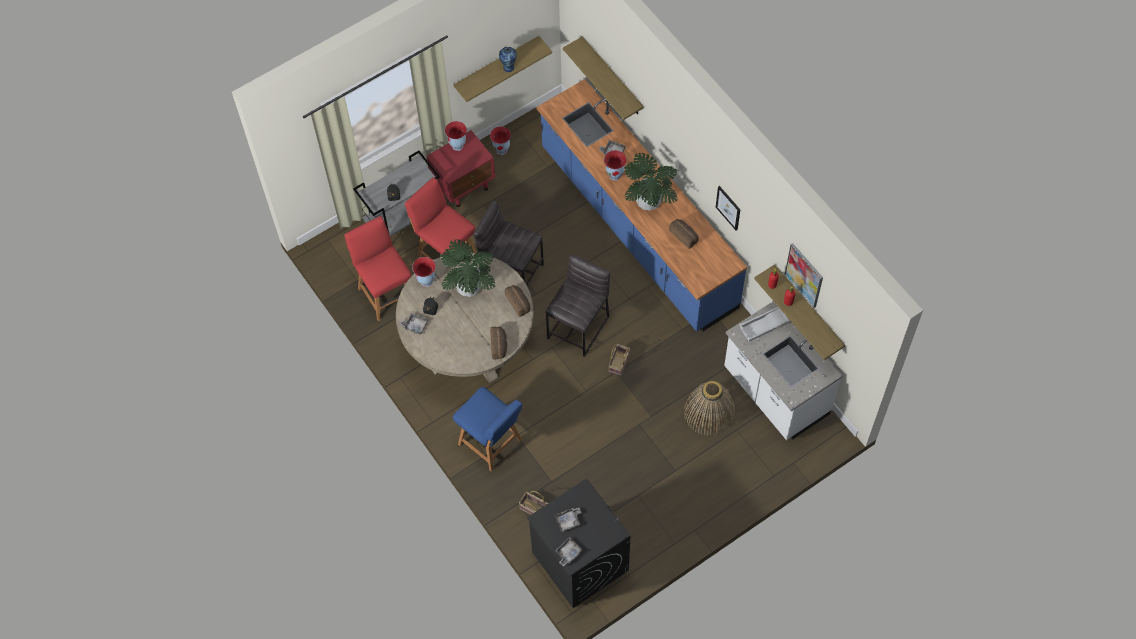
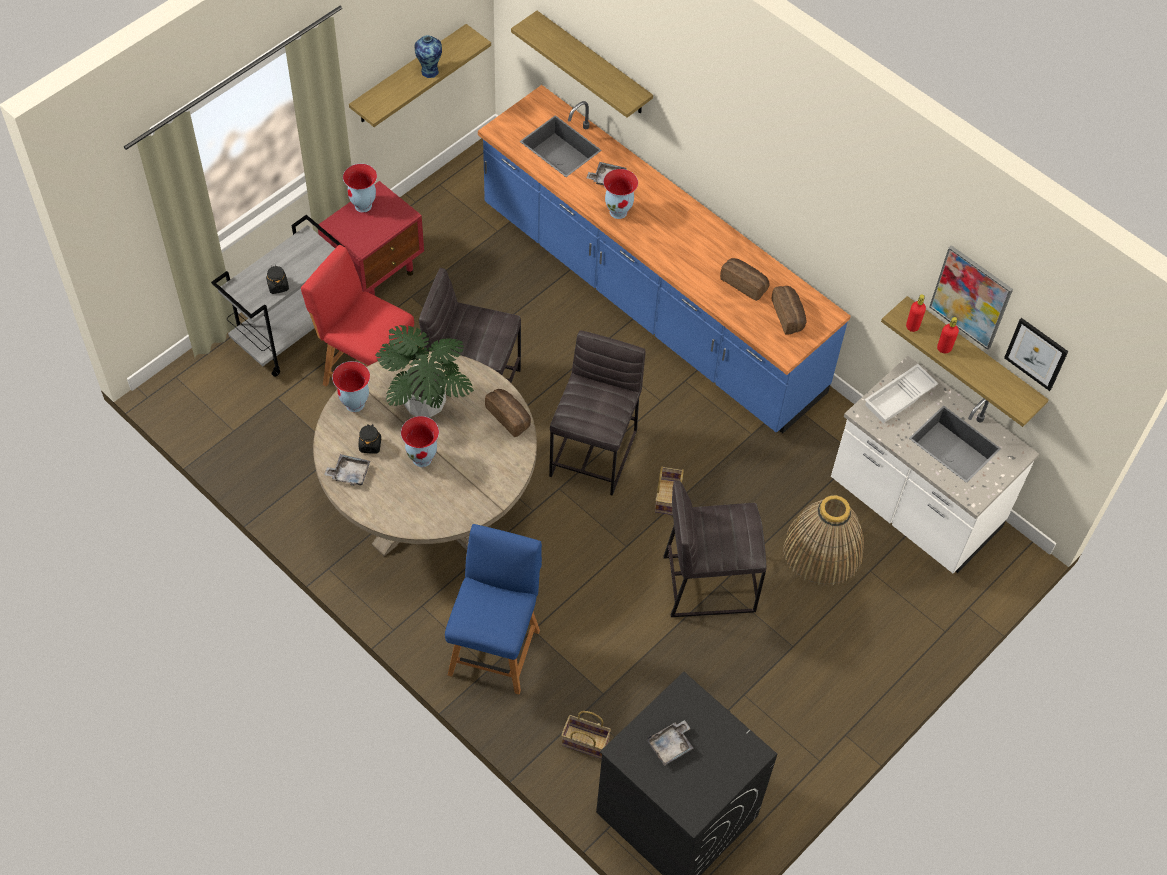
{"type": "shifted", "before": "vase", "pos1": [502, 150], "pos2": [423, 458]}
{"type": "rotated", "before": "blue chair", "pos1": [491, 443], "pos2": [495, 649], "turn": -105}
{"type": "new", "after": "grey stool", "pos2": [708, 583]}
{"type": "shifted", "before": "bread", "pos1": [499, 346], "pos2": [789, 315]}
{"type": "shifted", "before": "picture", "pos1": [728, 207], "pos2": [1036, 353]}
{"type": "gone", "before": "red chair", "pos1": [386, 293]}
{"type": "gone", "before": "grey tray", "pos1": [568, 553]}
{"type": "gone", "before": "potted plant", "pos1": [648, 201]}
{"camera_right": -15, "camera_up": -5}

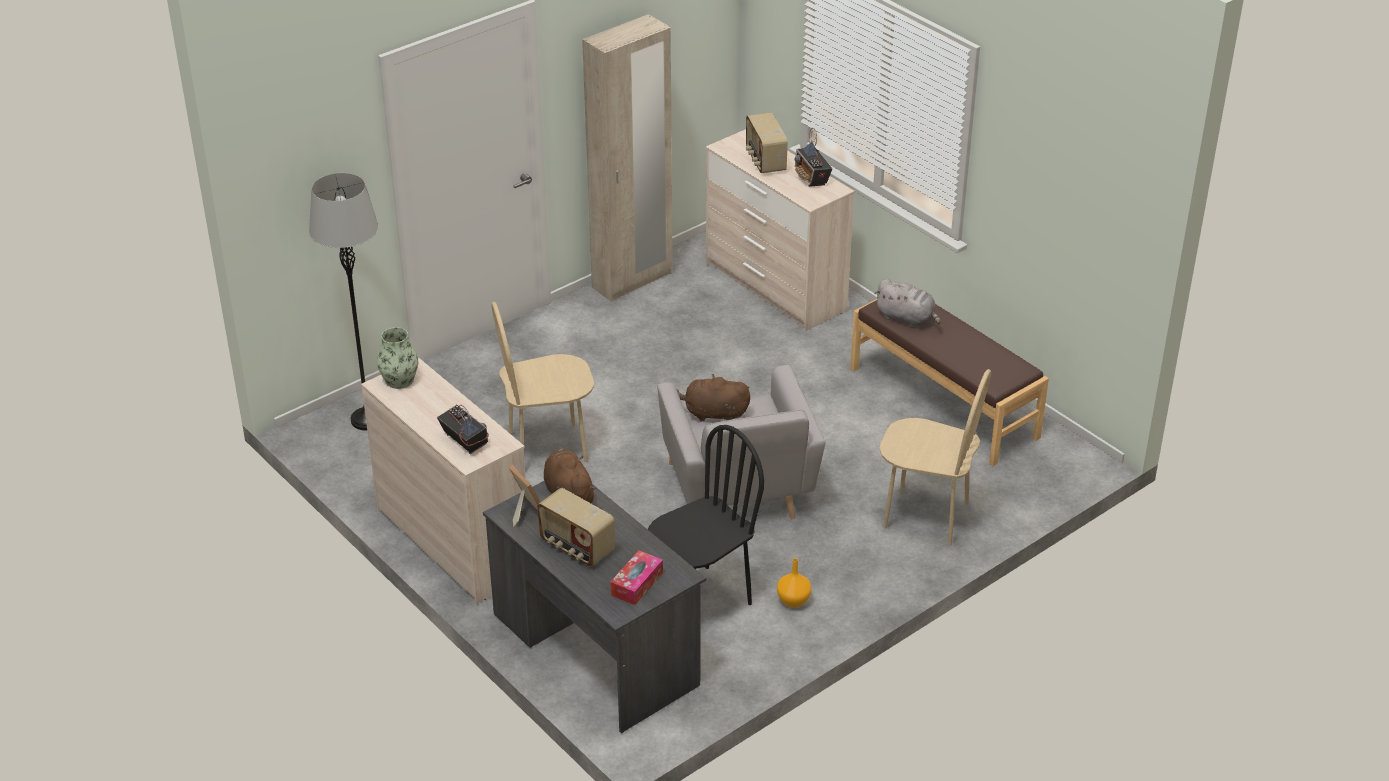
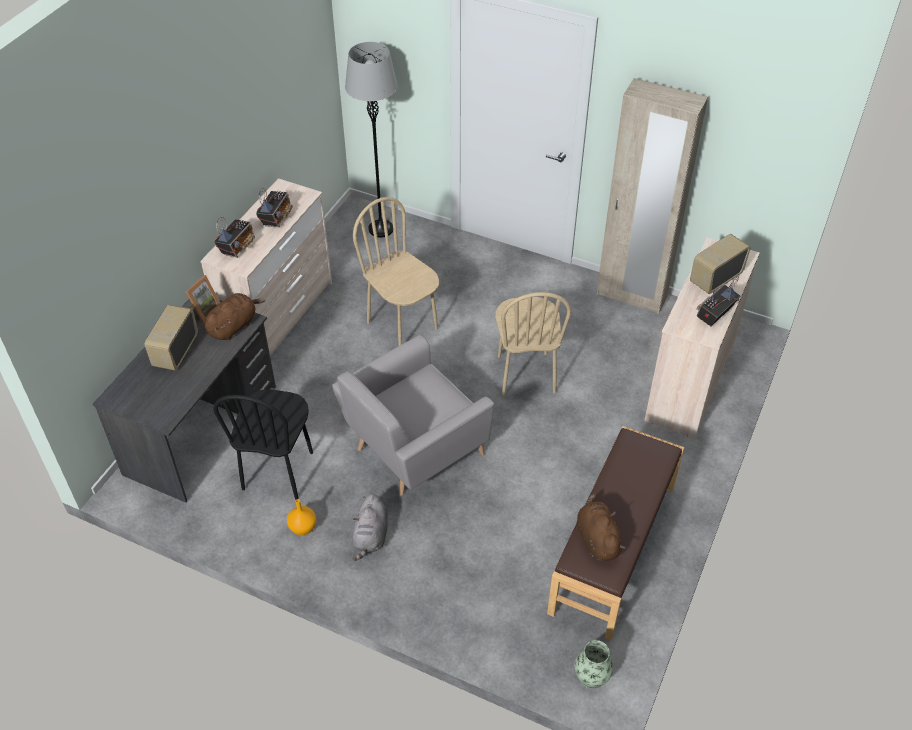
{"type": "rotated", "before": "black chair", "pos1": [701, 600], "pos2": [278, 471], "turn": 75}
{"type": "new", "after": "radio", "pos2": [276, 217]}
{"type": "shifted", "before": "grey plush toy", "pos1": [907, 318], "pos2": [371, 536]}
{"type": "shifted", "before": "beige chair", "pos1": [925, 516], "pos2": [525, 374]}
{"type": "shifted", "before": "vase", "pos1": [399, 380], "pos2": [591, 676]}
{"type": "shifted", "before": "brown plush toy", "pos1": [713, 414], "pos2": [597, 539]}
{"type": "gone", "before": "tissue box", "pos1": [637, 584]}
{"camera_right": 65, "camera_up": 10}

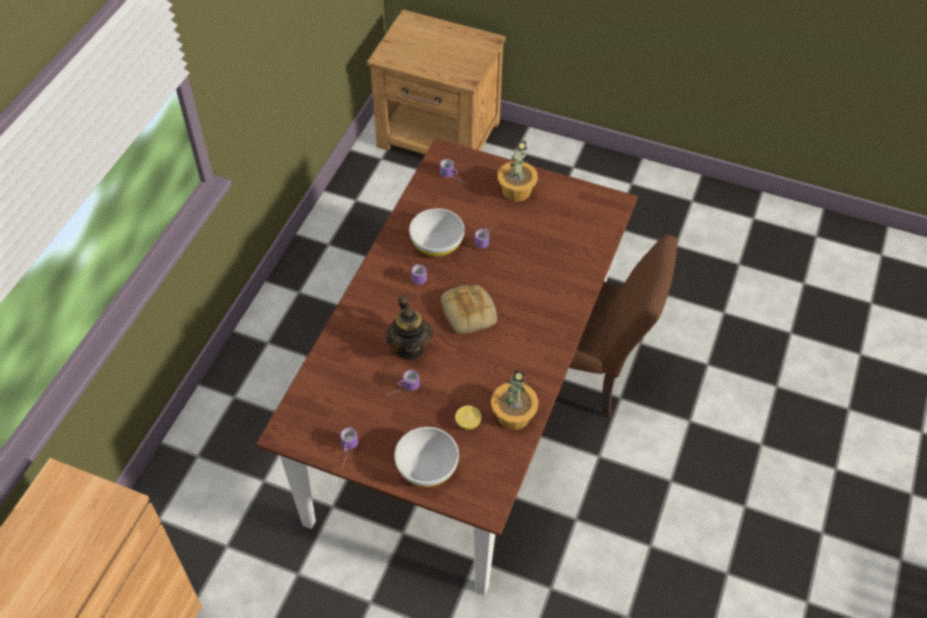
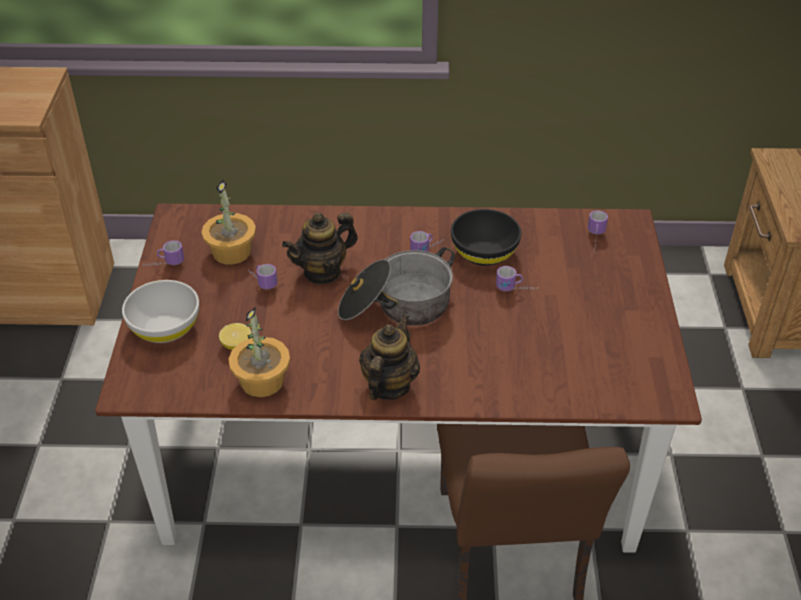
{"type": "shifted", "before": "potted plant", "pos1": [516, 190], "pos2": [232, 252]}
{"type": "swapped", "before": "bread", "after": "cooking pot", "pos1": [470, 313], "pos2": [396, 306]}
{"type": "new", "after": "teapot", "pos2": [388, 385]}
{"type": "repainted", "before": "white bowl", "after": "black bowl", "pos1": [437, 244], "pos2": [484, 253]}
{"camera_right": 70, "camera_up": -10}

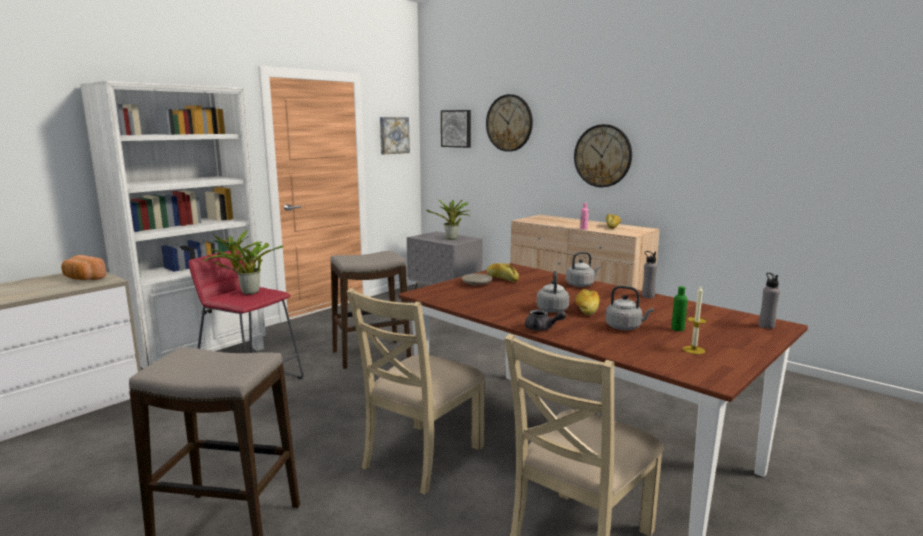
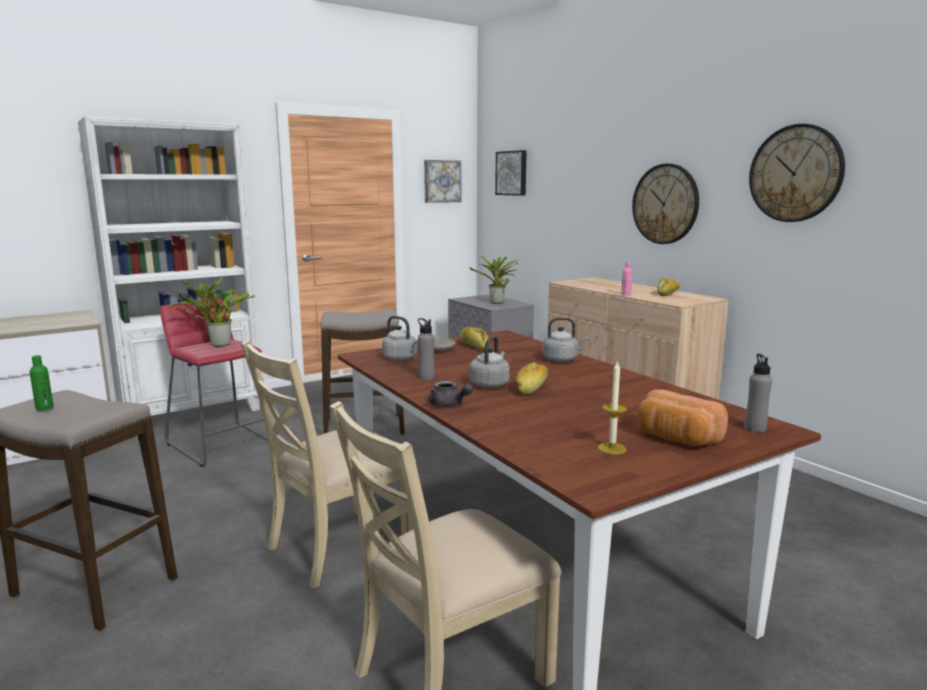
{"type": "shifted", "before": "green bottle", "pos1": [677, 329], "pos2": [44, 408]}
{"type": "shifted", "before": "grey kettle", "pos1": [625, 327], "pos2": [401, 358]}
{"type": "shifted", "before": "grey bottle", "pos1": [648, 296], "pos2": [426, 377]}
{"type": "shifted", "before": "bread", "pos1": [83, 279], "pos2": [676, 439]}
{"type": "shifted", "before": "wall clock", "pos1": [509, 123], "pos2": [795, 173]}
{"camera_right": 15, "camera_up": 0}

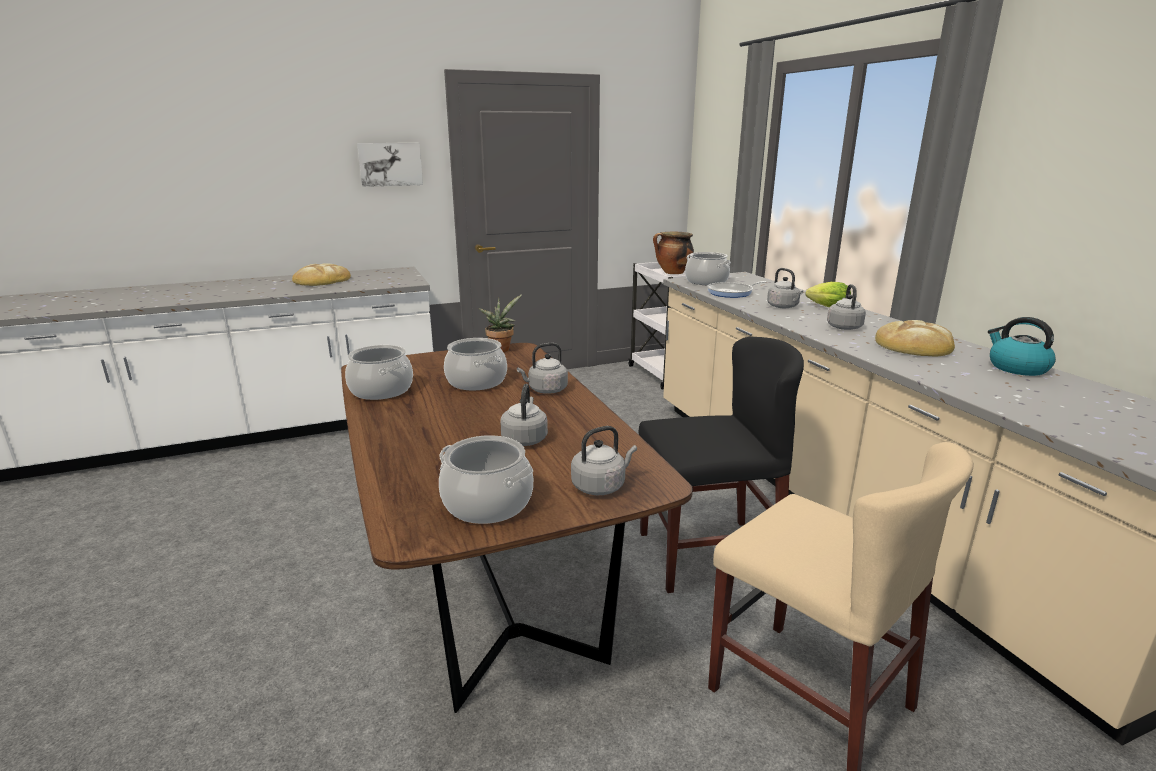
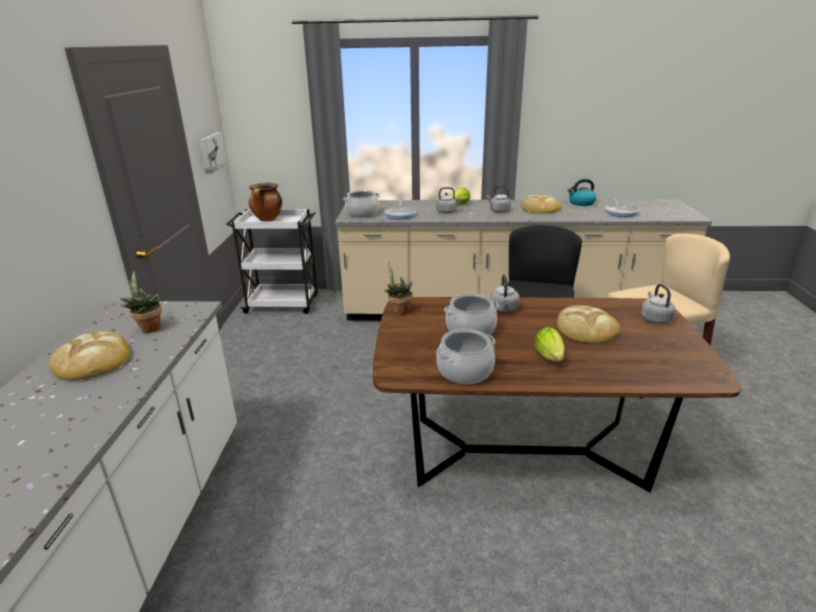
{"type": "new", "after": "potted plant", "pos2": [149, 328]}
{"type": "shifted", "before": "picture", "pos1": [390, 164], "pos2": [211, 152]}
{"type": "new", "after": "lettuce", "pos2": [550, 358]}
{"type": "swapped", "before": "grey kettle", "after": "bread", "pos1": [525, 438], "pos2": [586, 328]}
{"type": "new", "after": "frying pan", "pos2": [620, 212]}
{"type": "gone", "before": "cooking pot", "pos1": [487, 503]}
{"camera_right": -65, "camera_up": 5}

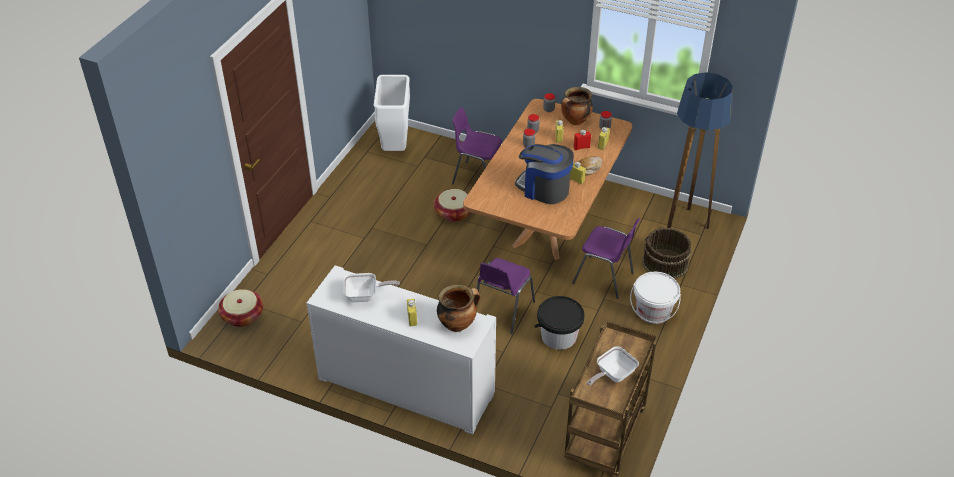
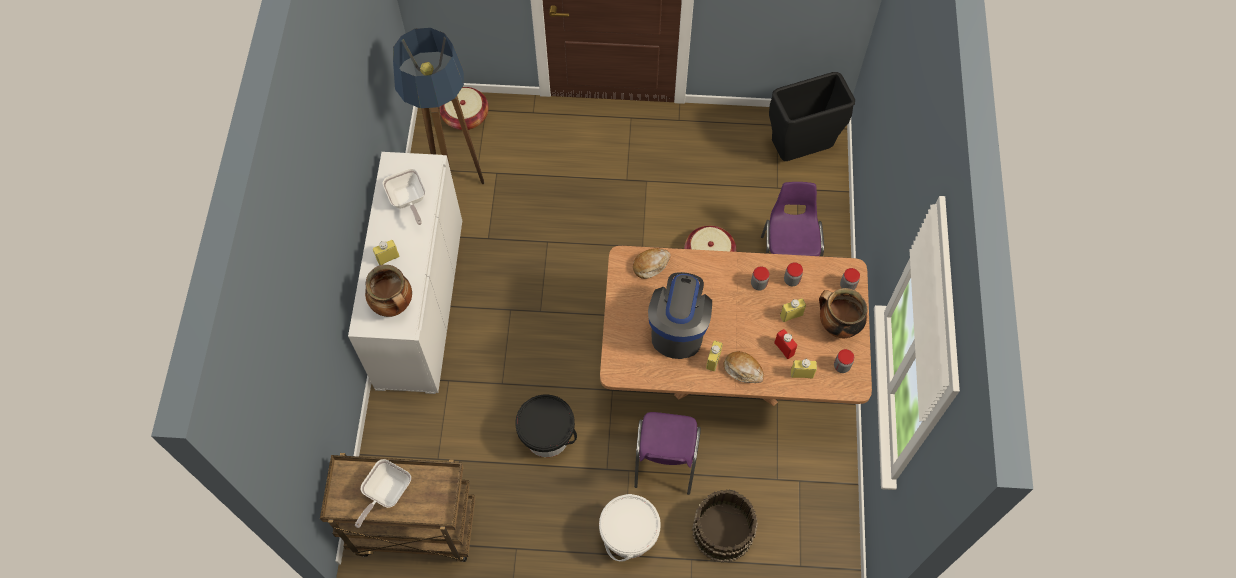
{"type": "rotated", "before": "frying pan", "pos1": [612, 375], "pos2": [386, 493], "turn": -90}
{"type": "shifted", "before": "floor lamp", "pos1": [684, 224], "pos2": [454, 183]}
{"type": "new", "after": "bread", "pos2": [650, 265]}
{"type": "repainted", "before": "white trash can", "after": "black trash can", "pos1": [396, 147], "pos2": [800, 152]}
{"type": "gone", "before": "purple chair", "pos1": [502, 311]}
{"camera_right": 70, "camera_up": 20}

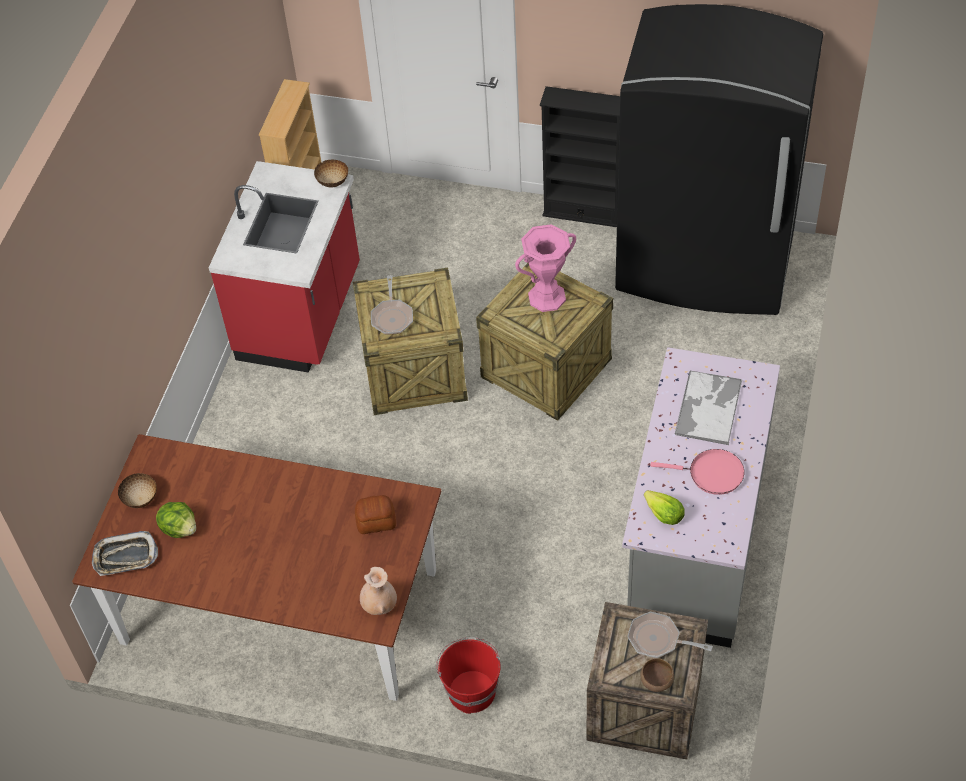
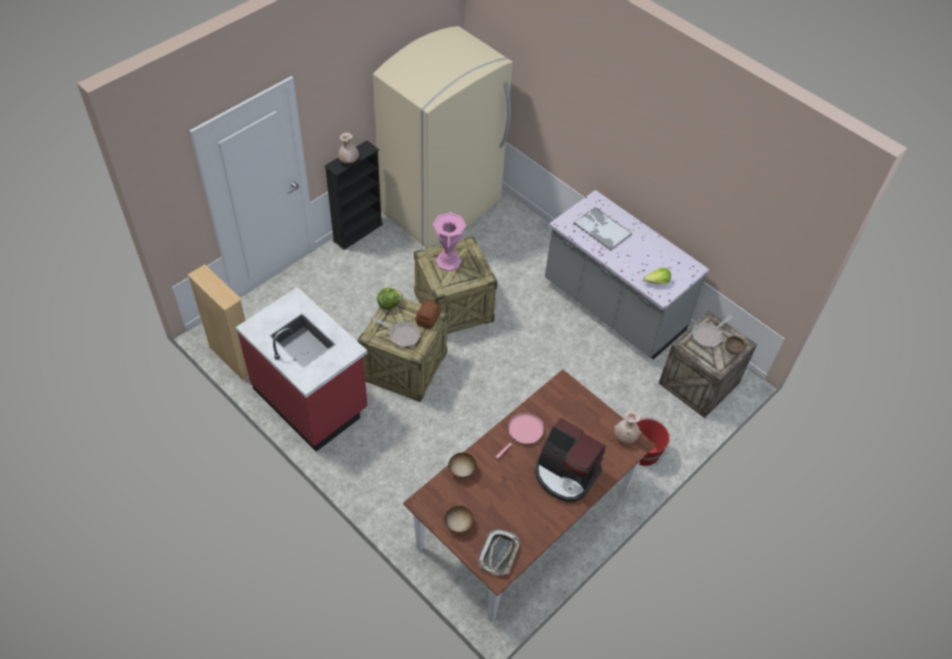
{"type": "new", "after": "beige vase", "pos2": [349, 161]}
{"type": "repainted", "before": "black fridge", "after": "beige fridge", "pos1": [705, 266], "pos2": [442, 206]}
{"type": "shifted", "before": "lettuce", "pos1": [180, 528], "pos2": [389, 304]}
{"type": "shifted", "before": "bread", "pos1": [376, 521], "pos2": [428, 318]}
{"type": "shifted", "before": "bowl", "pos1": [333, 182], "pos2": [462, 470]}
{"type": "shifted", "before": "pink frying pan", "pos1": [712, 474], "pos2": [524, 432]}
{"type": "new", "after": "coffee machine", "pos2": [565, 474]}
{"camera_right": -65, "camera_up": 0}

